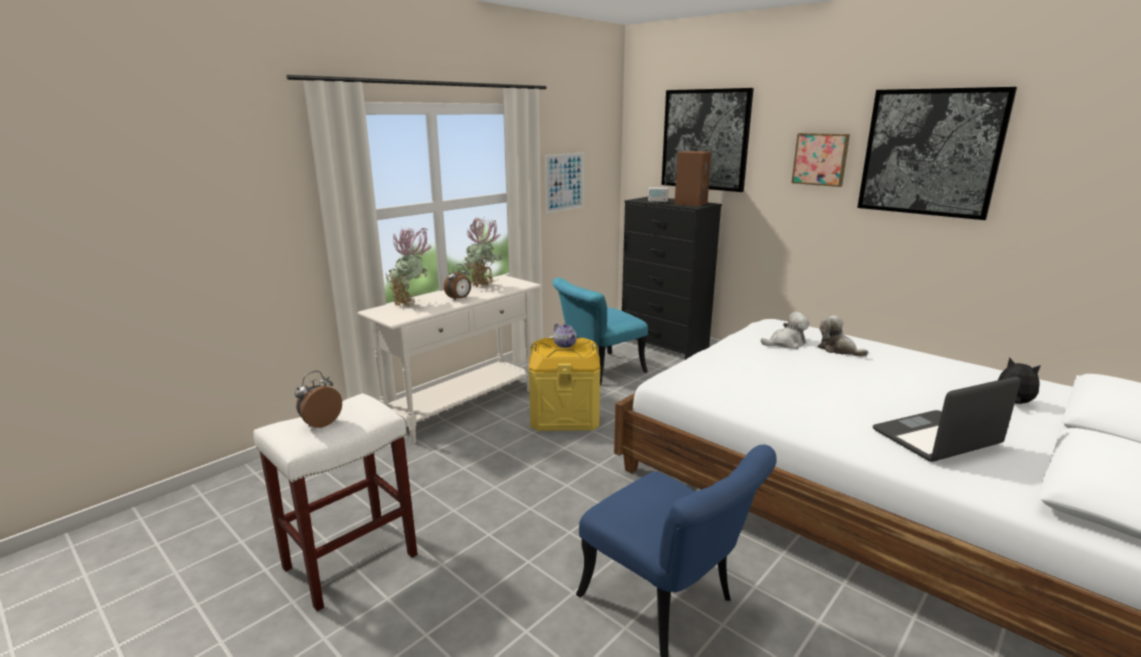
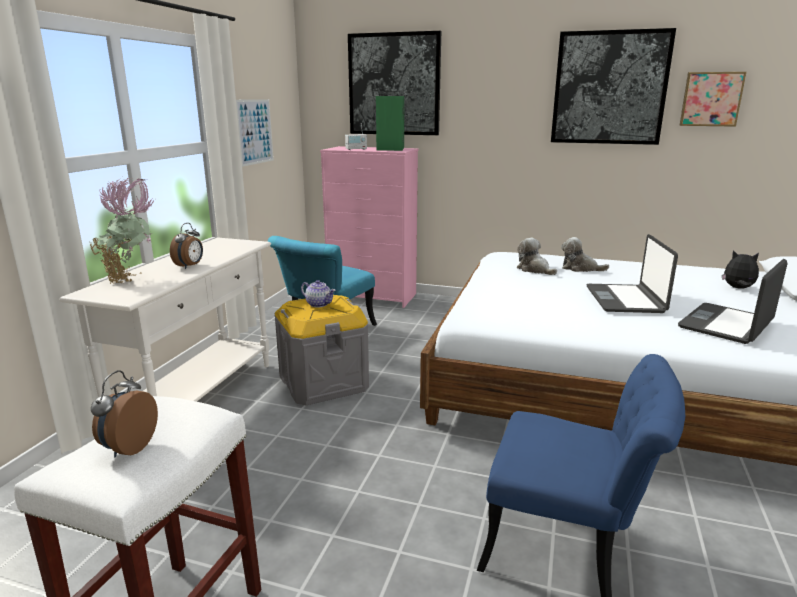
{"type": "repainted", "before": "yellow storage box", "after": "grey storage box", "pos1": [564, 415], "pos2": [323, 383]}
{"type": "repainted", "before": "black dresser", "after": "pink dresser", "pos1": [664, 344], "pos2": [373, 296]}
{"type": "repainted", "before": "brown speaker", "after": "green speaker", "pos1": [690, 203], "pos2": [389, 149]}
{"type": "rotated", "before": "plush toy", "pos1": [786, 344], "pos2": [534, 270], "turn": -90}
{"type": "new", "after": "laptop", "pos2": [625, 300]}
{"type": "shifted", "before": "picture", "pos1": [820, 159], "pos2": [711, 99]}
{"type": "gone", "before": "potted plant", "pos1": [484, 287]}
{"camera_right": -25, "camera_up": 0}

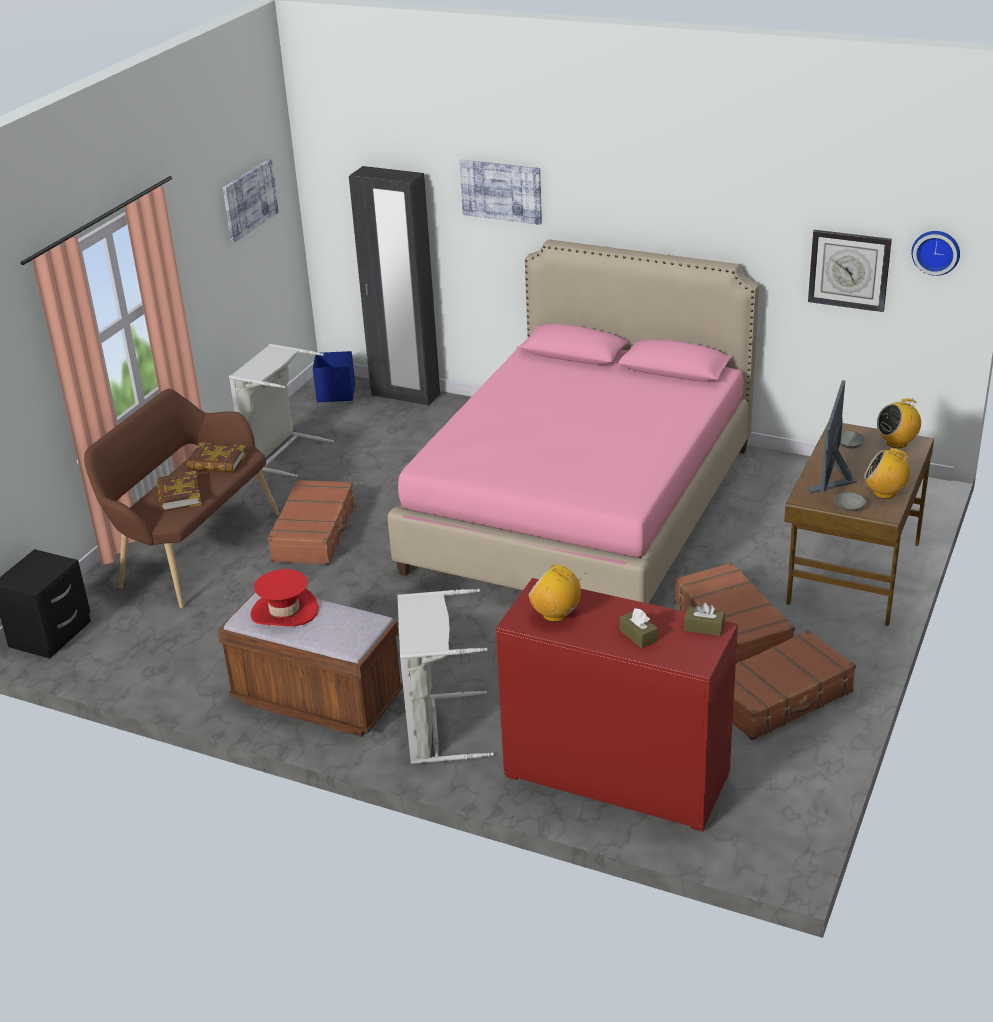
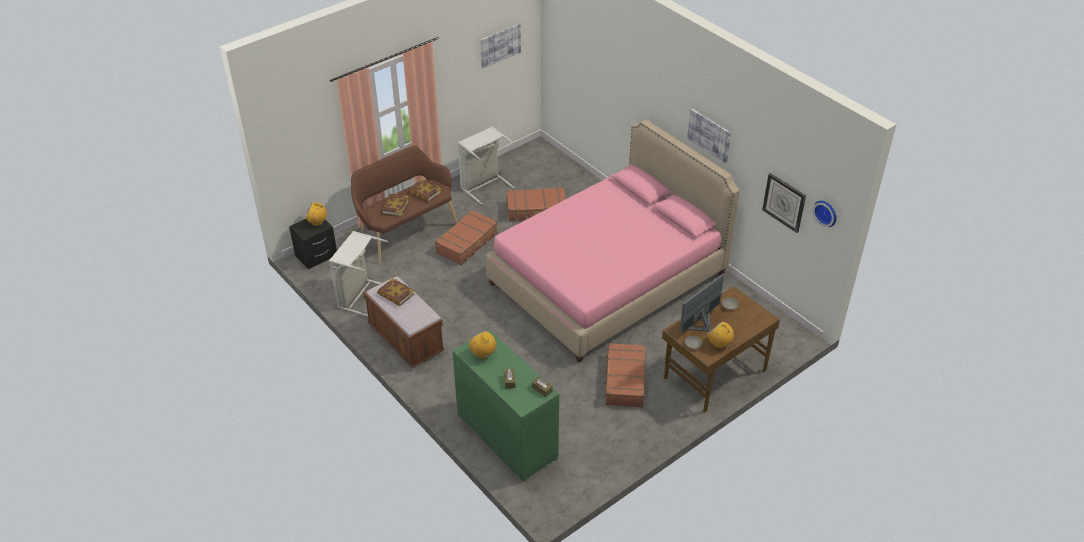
{"type": "shifted", "before": "radio", "pos1": [897, 443], "pos2": [317, 222]}
{"type": "shifted", "before": "grey laundry basket", "pos1": [436, 729], "pos2": [360, 296]}
{"type": "swapped", "before": "red hat", "after": "book", "pos1": [284, 611], "pos2": [396, 294]}
{"type": "repainted", "before": "red dresser", "after": "green dresser", "pos1": [616, 776], "pos2": [507, 437]}
{"type": "shifted", "before": "brown suitcase", "pos1": [781, 698], "pos2": [536, 210]}
{"type": "shifted", "before": "picture", "pos1": [501, 191], "pos2": [709, 135]}
{"type": "gone", "before": "blue storage box", "pos1": [336, 393]}
{"type": "gone", "before": "black wardrobe", "pos1": [405, 395]}
{"camera_right": 25, "camera_up": 10}

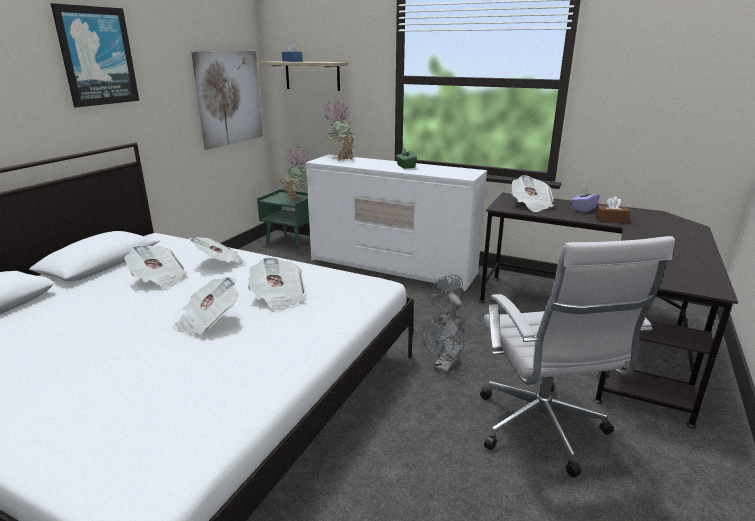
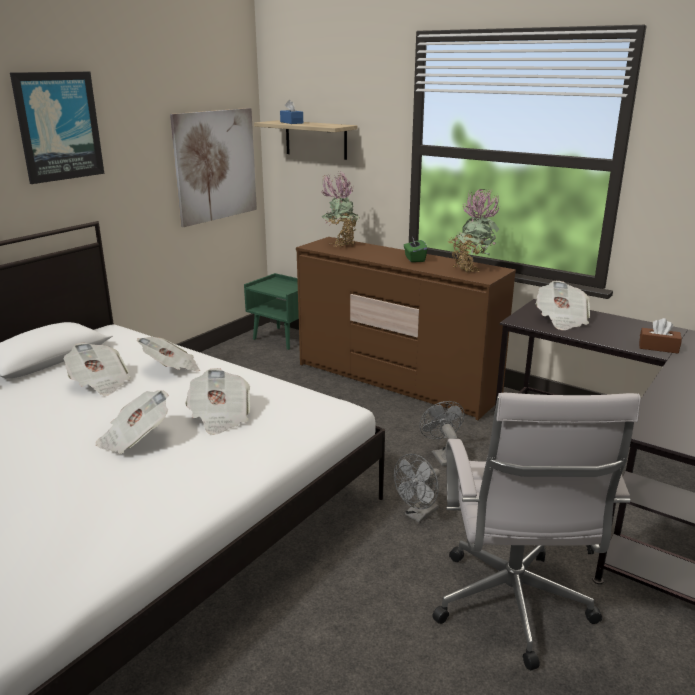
{"type": "repainted", "before": "white dresser", "after": "brown dresser", "pos1": [392, 267], "pos2": [396, 381]}
{"type": "shifted", "before": "potted plant", "pos1": [297, 198], "pos2": [471, 269]}
{"type": "gone", "before": "purple tissue box", "pos1": [583, 209]}
{"camera_right": 10, "camera_up": 0}

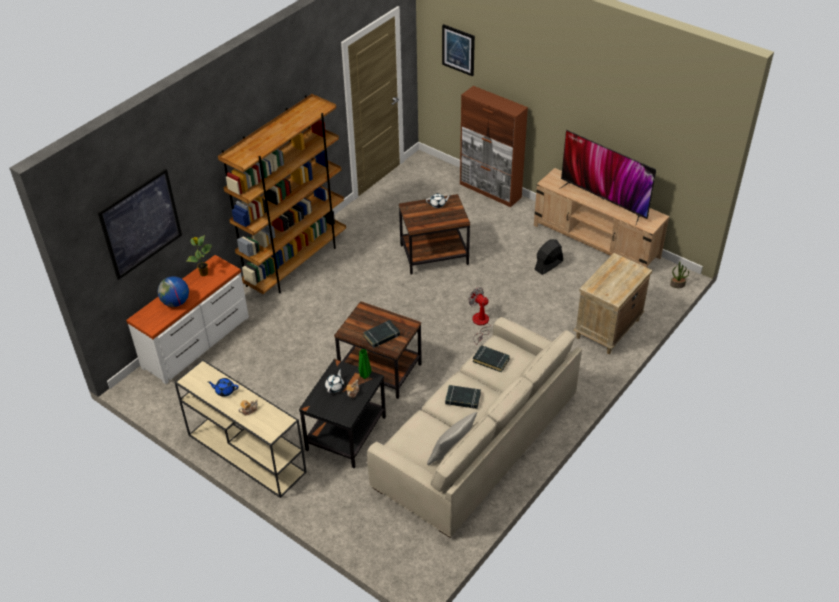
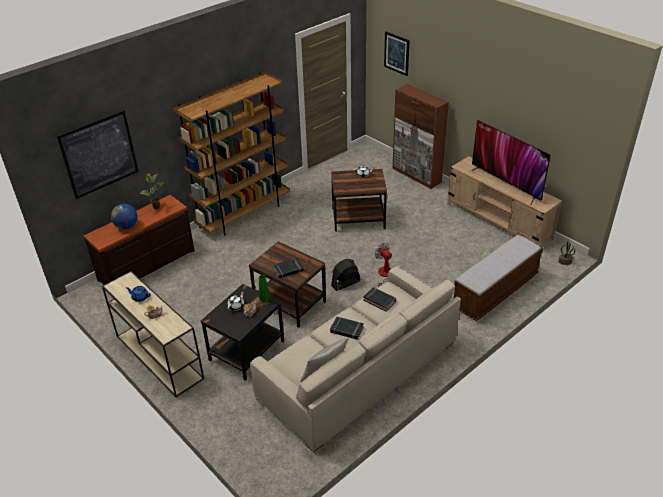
{"type": "repainted", "before": "white dresser", "after": "brown dresser", "pos1": [197, 342], "pos2": [147, 265]}
{"type": "shifted", "before": "black fan", "pos1": [548, 265], "pos2": [345, 283]}
{"type": "swapped", "before": "beige nightstand", "after": "bench", "pos1": [607, 329], "pos2": [495, 291]}
{"camera_right": 10, "camera_up": -5}

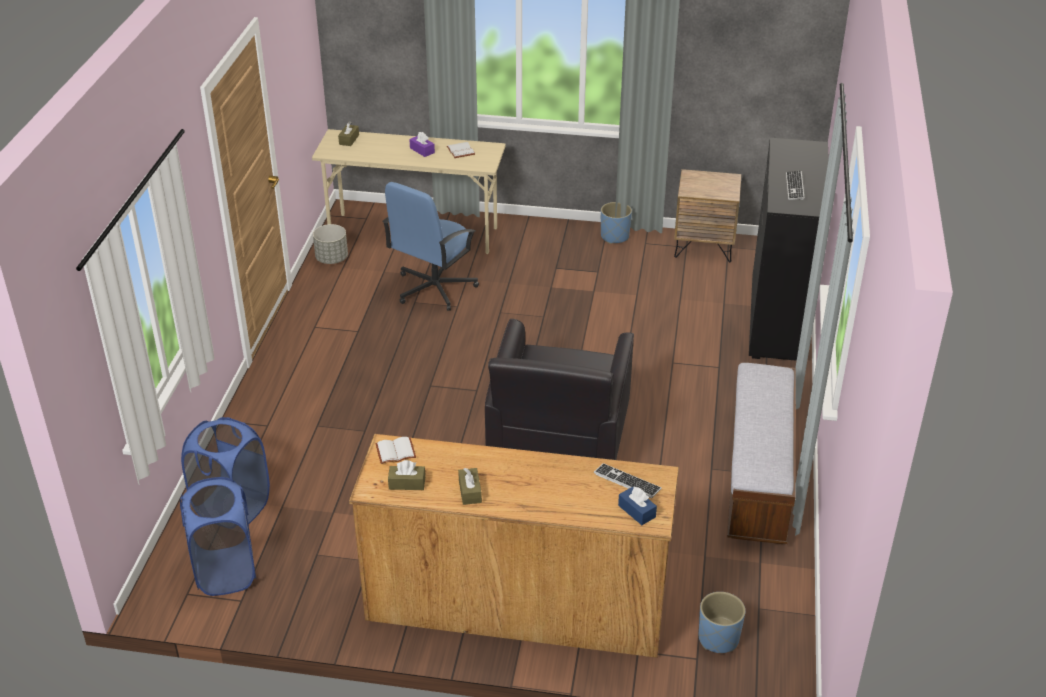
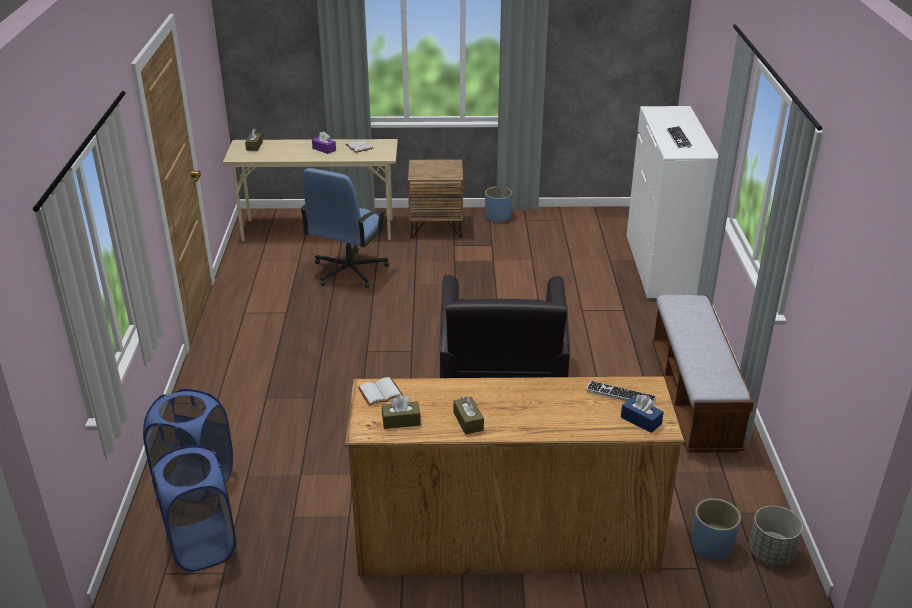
{"type": "shifted", "before": "brown nightstand", "pos1": [704, 246], "pos2": [436, 227]}
{"type": "repainted", "before": "black dresser", "after": "white dresser", "pos1": [778, 318], "pos2": [660, 267]}
{"type": "shifted", "before": "grey planter", "pos1": [332, 259], "pos2": [771, 553]}
{"camera_right": -10, "camera_up": -5}

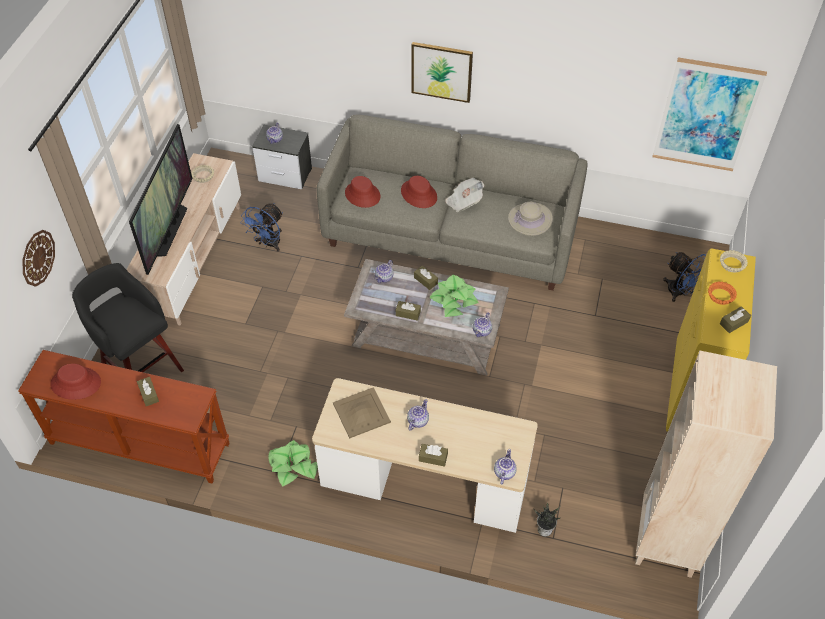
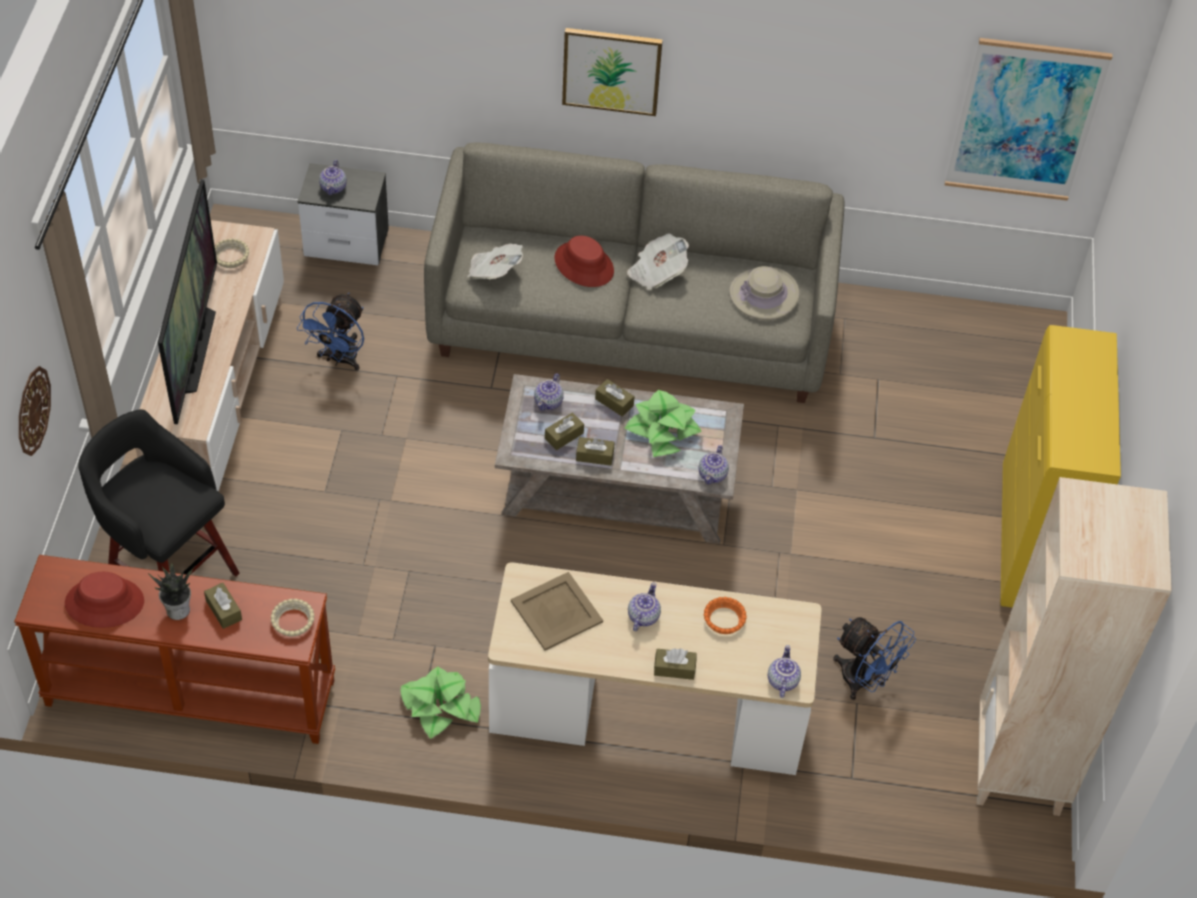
{"type": "shifted", "before": "potted plant", "pos1": [544, 529], "pos2": [178, 609]}
{"type": "shifted", "before": "beige bowl", "pos1": [732, 264], "pos2": [293, 621]}
{"type": "swapped", "before": "red hat", "after": "newspaper", "pos1": [362, 195], "pos2": [494, 271]}
{"type": "shifted", "before": "brown tissue box", "pos1": [733, 323], "pos2": [564, 436]}
{"type": "shifted", "before": "orange bowl", "pos1": [720, 295], "pos2": [723, 619]}
{"type": "shifted", "before": "blue fan", "pos1": [680, 292], "pos2": [864, 681]}
{"camera_right": -10, "camera_up": 0}

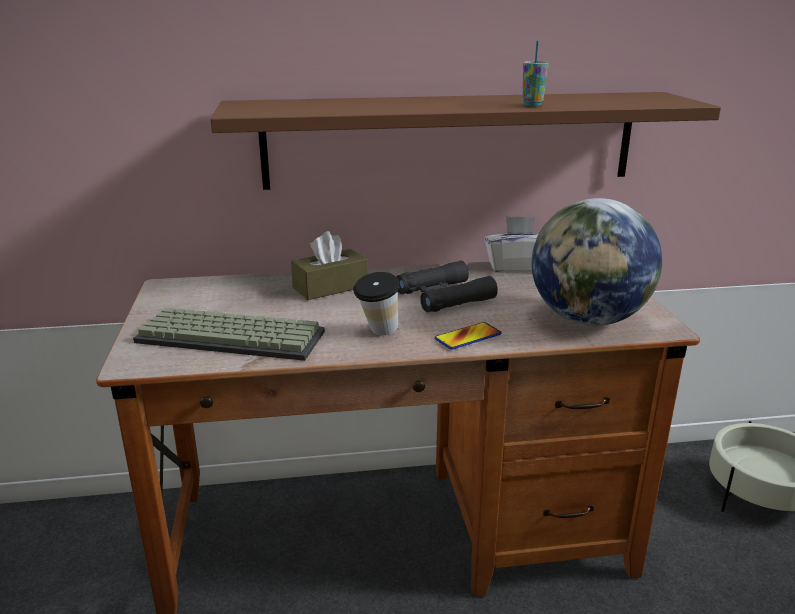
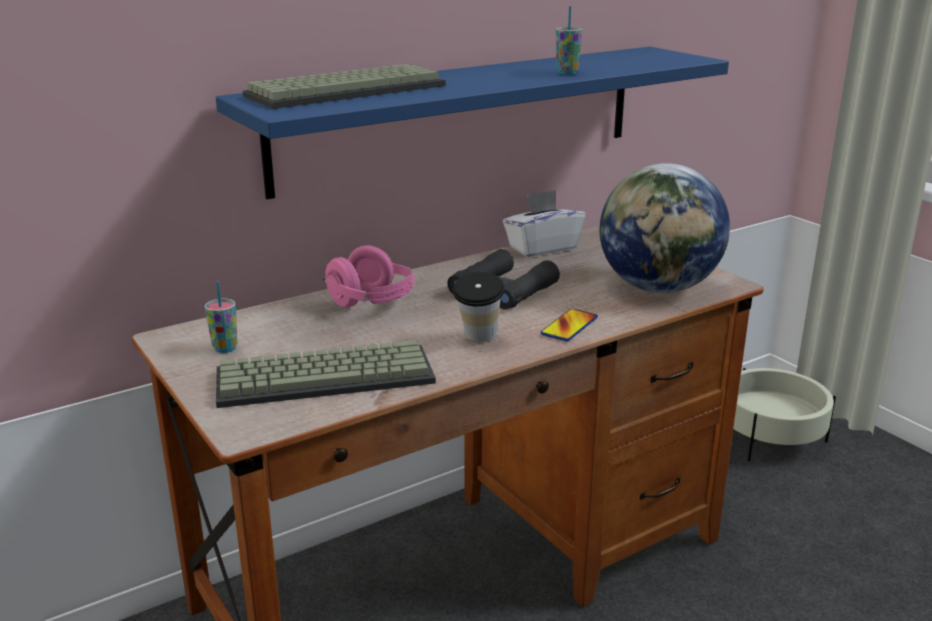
{"type": "new", "after": "cup", "pos2": [225, 348]}
{"type": "repainted", "before": "brown shelf", "after": "blue shelf", "pos1": [450, 140], "pos2": [462, 116]}
{"type": "new", "after": "keyboard", "pos2": [347, 90]}
{"type": "swapped", "before": "brown tissue box", "after": "pink headphones", "pos1": [330, 287], "pos2": [372, 303]}
{"camera_right": -25, "camera_up": 0}

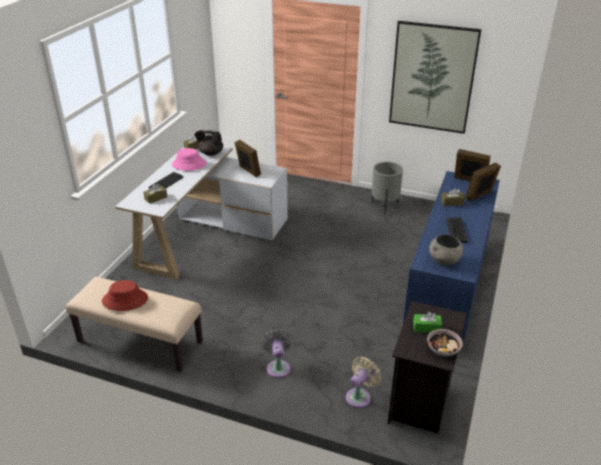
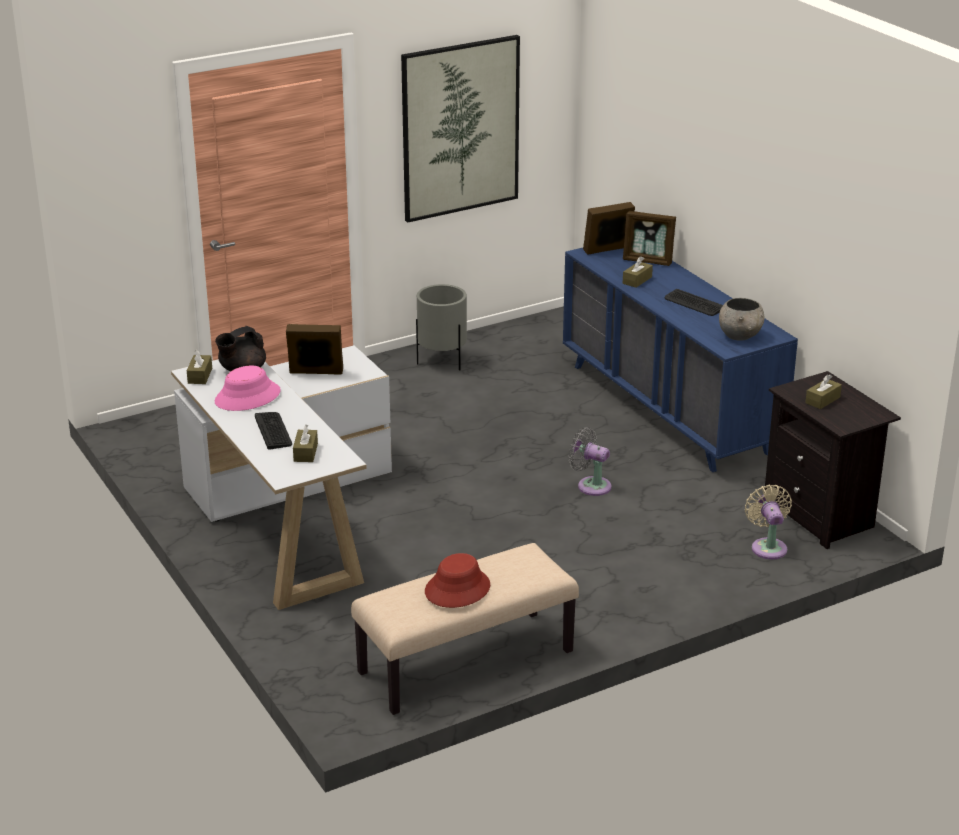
{"type": "shifted", "before": "grey fan", "pos1": [278, 367], "pos2": [591, 485]}
{"type": "rotated", "before": "picture frame", "pos1": [480, 196], "pos2": [648, 261], "turn": -75}
{"type": "repainted", "before": "green tissue box", "after": "brown tissue box", "pos1": [426, 327], "pos2": [822, 400]}
{"type": "gone", "before": "bowl", "pos1": [443, 349]}
{"camera_right": -50, "camera_up": -5}

